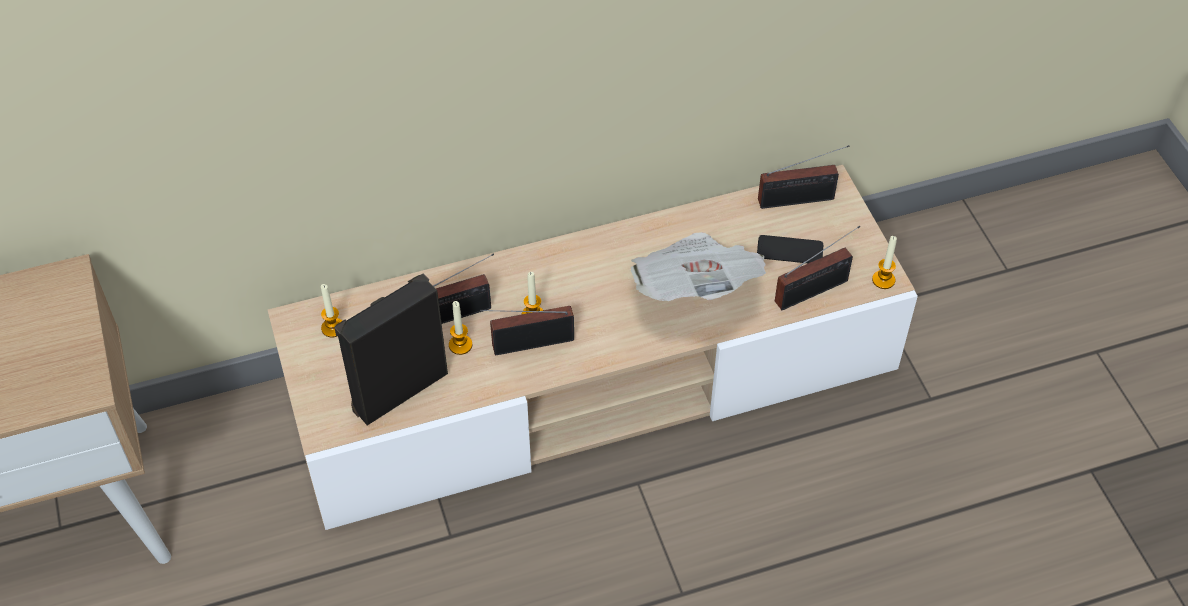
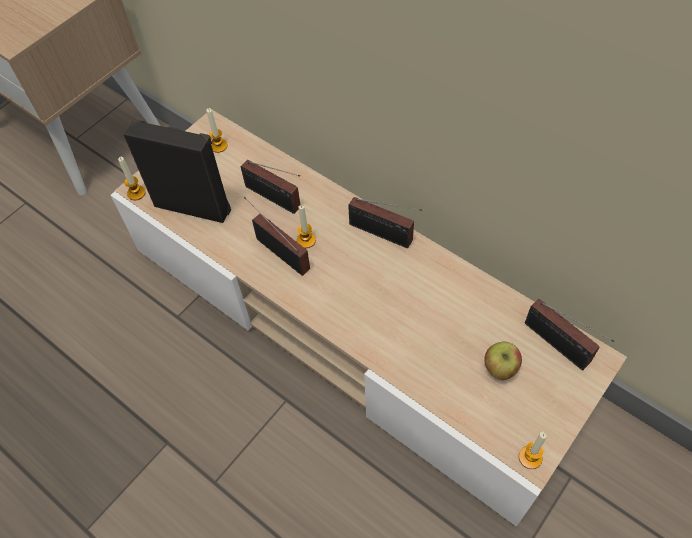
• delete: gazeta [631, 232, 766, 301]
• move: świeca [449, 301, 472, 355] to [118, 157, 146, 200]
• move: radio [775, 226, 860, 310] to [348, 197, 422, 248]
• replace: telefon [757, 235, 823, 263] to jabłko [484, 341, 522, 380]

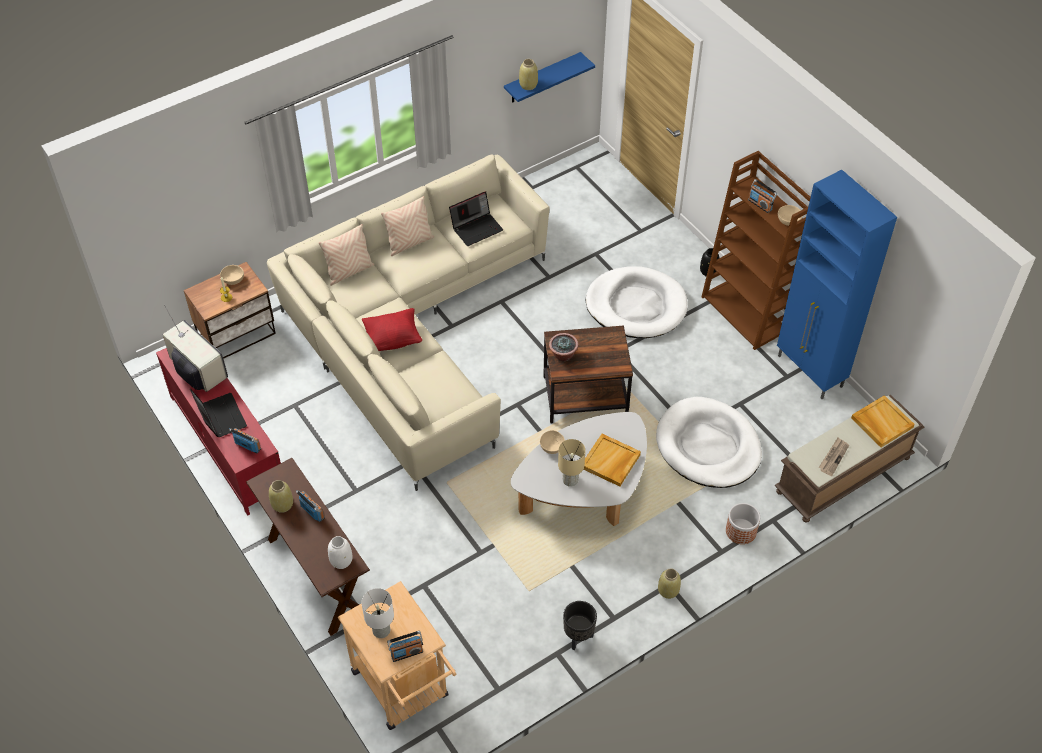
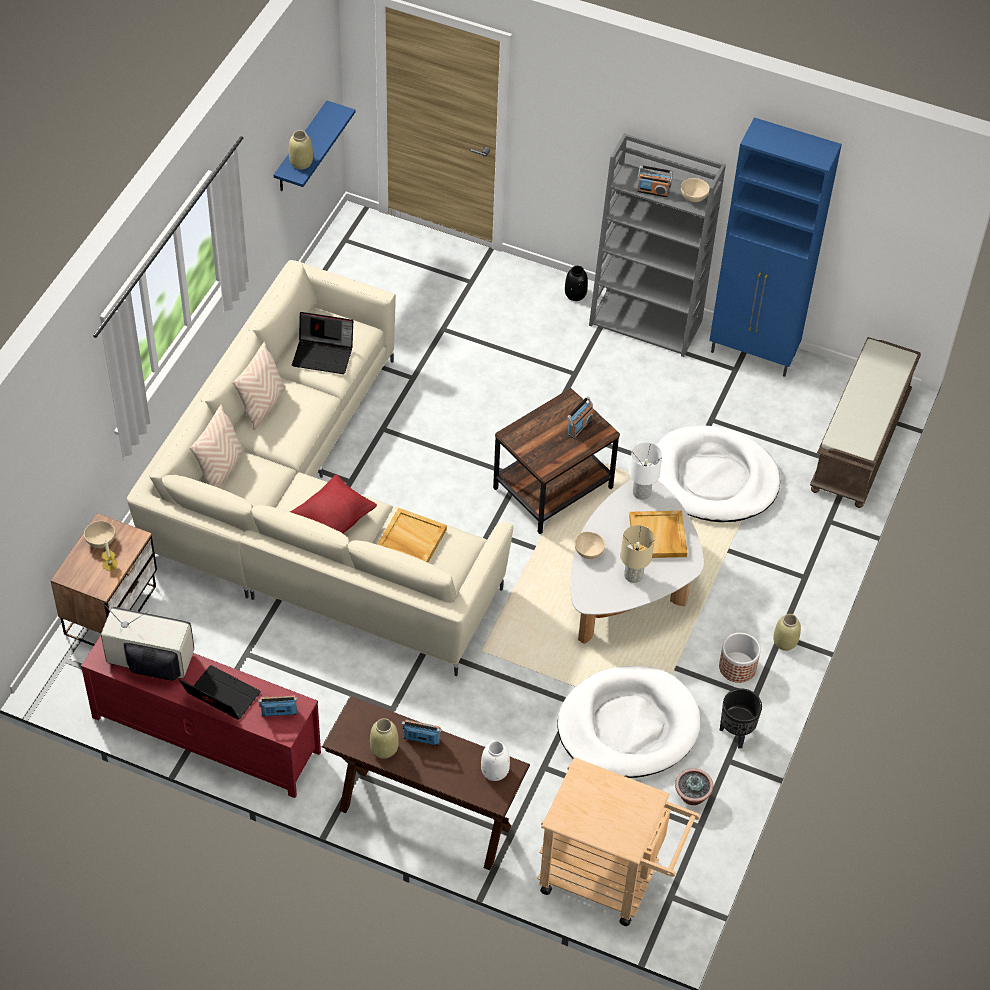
• delete: gazeta [819, 438, 849, 476]
• move: lampa stołowa/biały [361, 588, 394, 638] to [629, 442, 662, 500]
• move: radio [387, 631, 423, 662] to [567, 397, 594, 439]
• move: roślina doniczkowa [549, 333, 578, 361] to [675, 768, 713, 805]
• move: legowisko/biały [586, 266, 688, 338] to [557, 666, 700, 778]
• move: donica [726, 503, 760, 544] to [719, 633, 761, 683]
• move: taca/beżowy [851, 395, 915, 447] to [377, 508, 447, 562]
• recolor: regał/brązowy [702, 150, 811, 350] to regał/szary [589, 133, 726, 357]
• rotate: laptop [449, 191, 503, 246] = [292, 312, 353, 374] 75 degrees clockwise

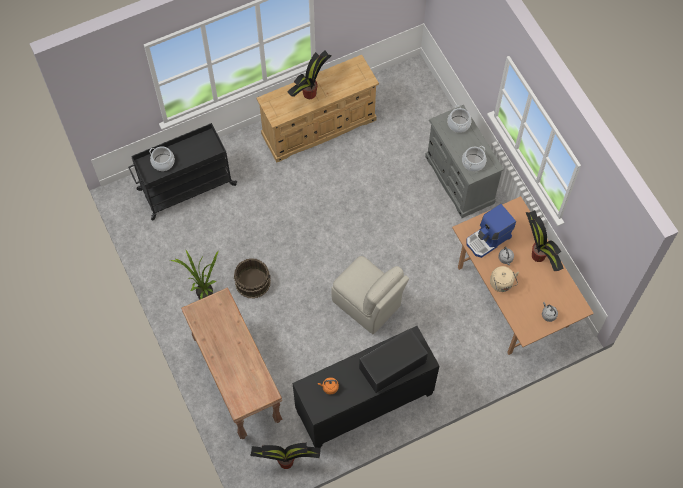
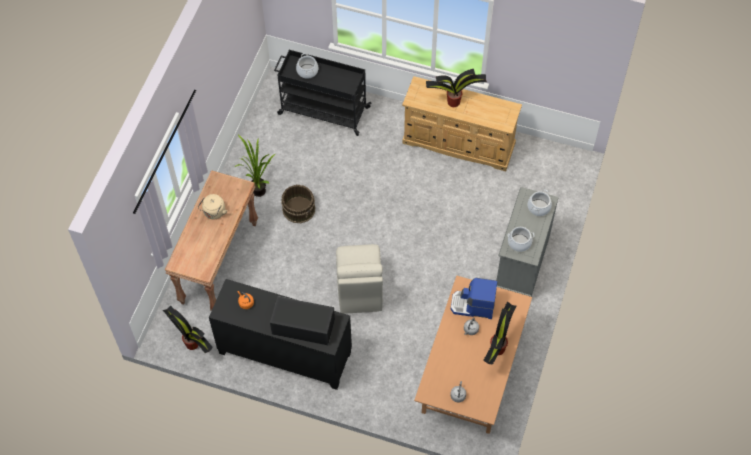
• move: czajnik/beżowy [490, 266, 519, 292] to [198, 194, 227, 219]

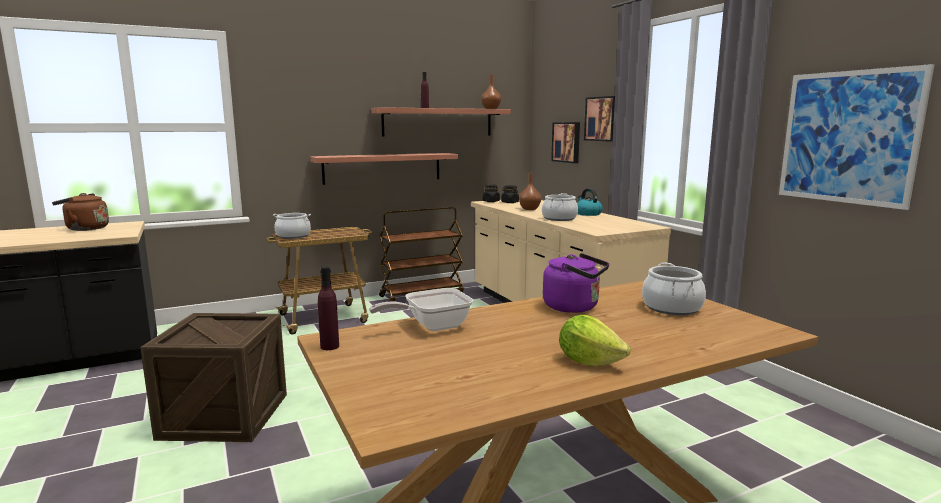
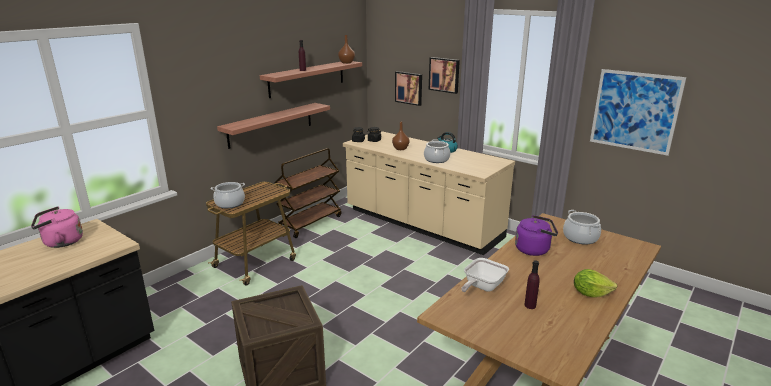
• move: butelka/fioletowy [318, 266, 339, 350] to [524, 260, 540, 309]
• recolor: czajnik/brązowy [52, 193, 109, 231] to czajnik/różowy [31, 206, 83, 248]

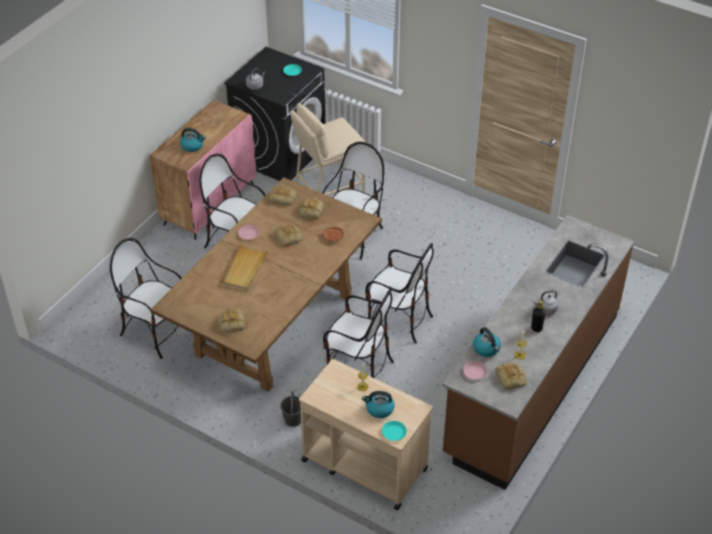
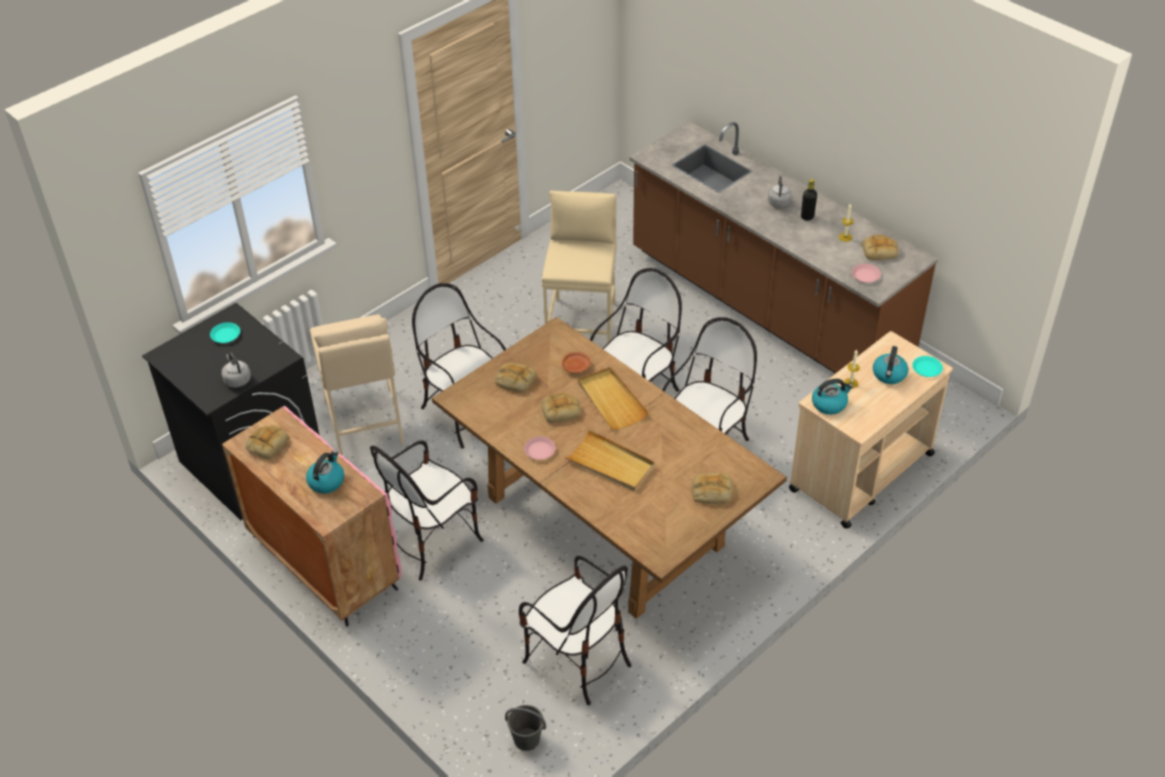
• insert: stołek/beżowy [542, 191, 617, 344]
• insert: taca/beżowy [578, 367, 649, 430]
• move: chleb [269, 185, 296, 205] to [245, 425, 289, 460]
• move: wiadro/szary [280, 391, 301, 427] to [505, 705, 546, 751]
• move: czajnik [473, 327, 501, 357] to [812, 379, 853, 415]
• rotate: krzesło [110, 238, 182, 359] = [519, 556, 632, 705] 90 degrees counterclockwise

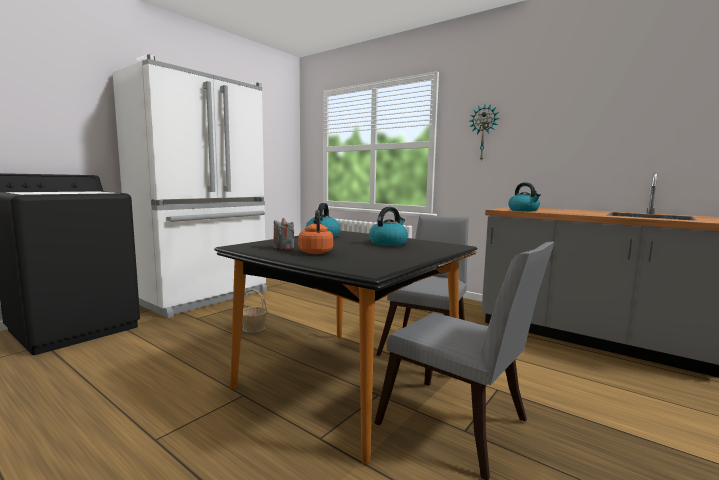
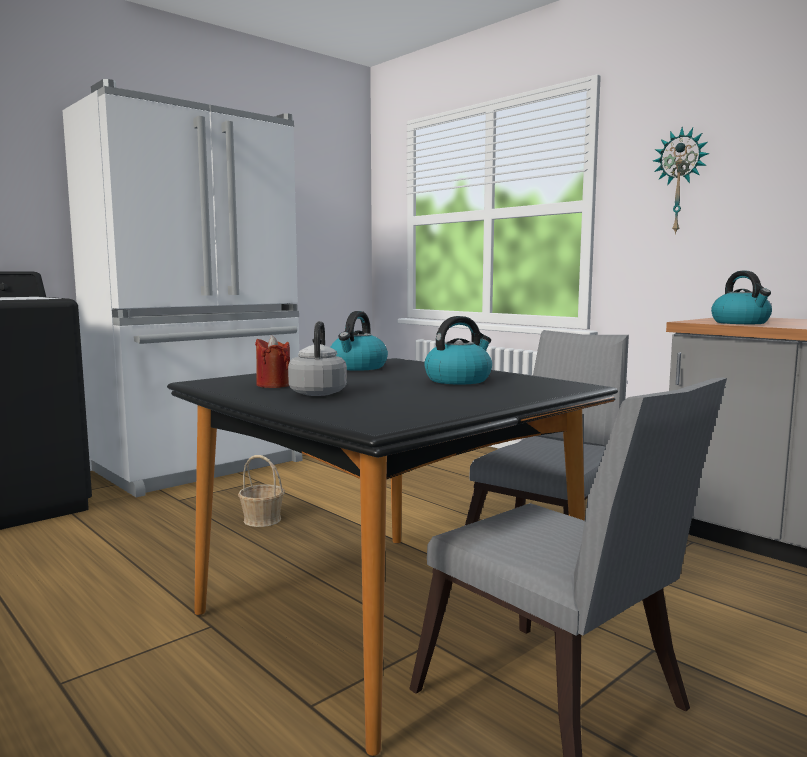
• recolor: świeca/szary [273, 218, 294, 250] to świeca/czerwony [255, 335, 290, 388]
• recolor: czajnik/pomarańczowy [298, 210, 333, 254] to czajnik/szary [288, 321, 347, 396]

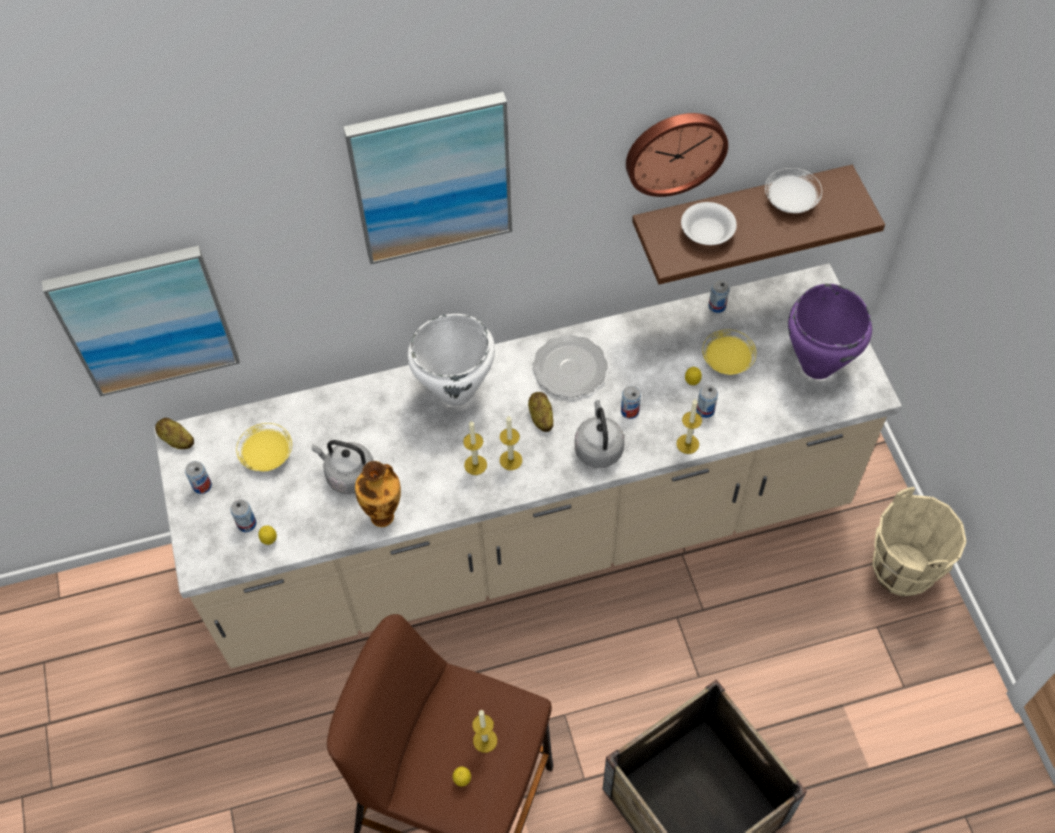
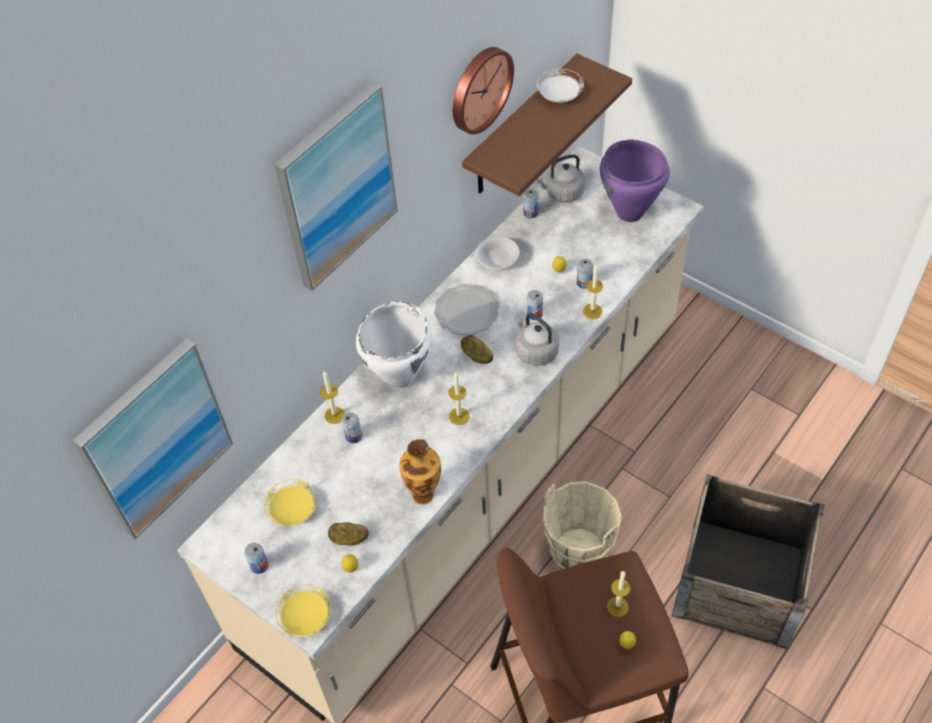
• move: ziemniak [155, 418, 194, 449] to [328, 522, 369, 546]
• move: puszka [230, 499, 256, 532] to [342, 412, 362, 443]
• move: czajnik/szary [312, 440, 373, 494] to [536, 154, 585, 202]
• move: świeca [500, 416, 522, 470] to [320, 371, 345, 424]
• move: miska/biały [681, 202, 737, 245] to [476, 236, 520, 269]
• move: talerz/żółty [702, 329, 756, 375] to [275, 584, 332, 637]
• move: wiadro/beżowy [872, 487, 967, 597] to [543, 481, 622, 569]

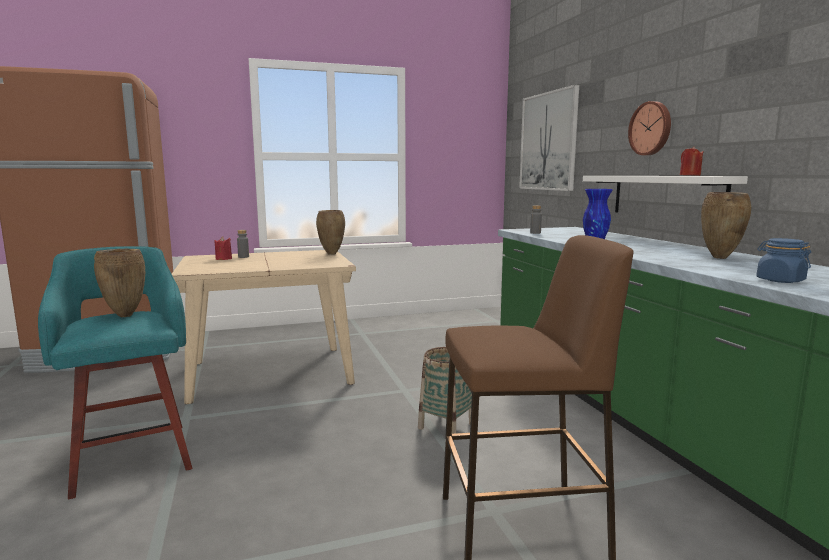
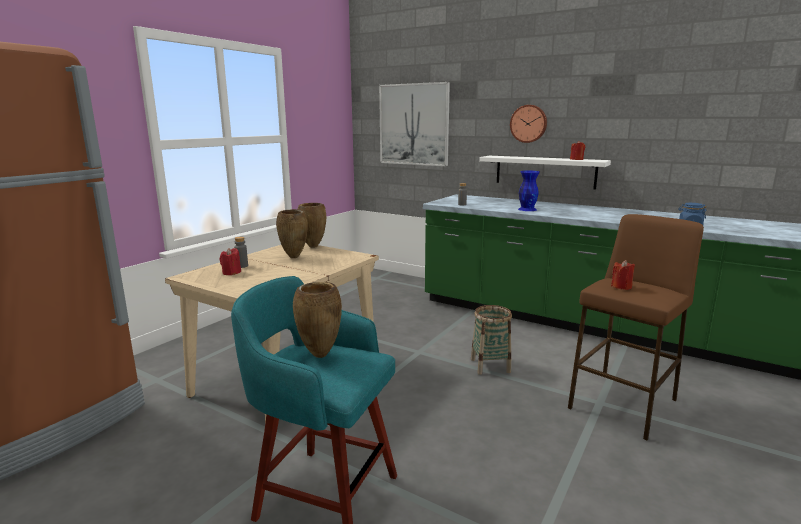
• insert: świeca/czerwony [611, 260, 635, 290]
• move: wazon/brązowy [701, 192, 751, 259] to [276, 209, 308, 258]

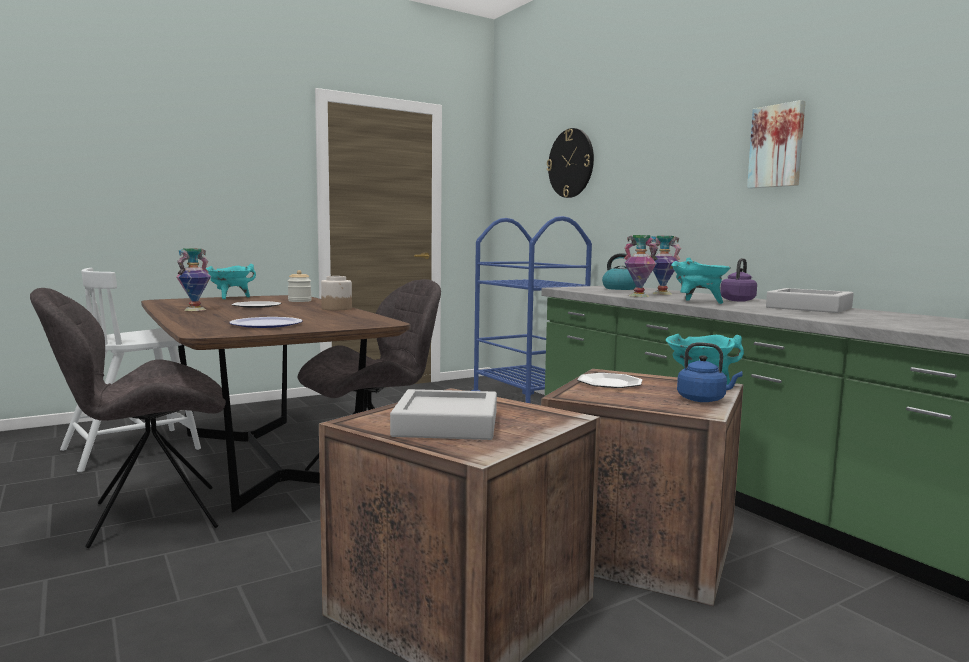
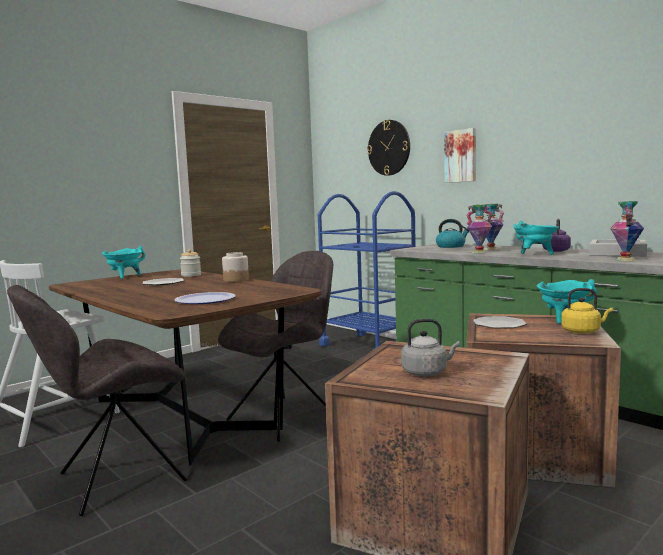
• move: wazon [177, 248, 211, 311] to [610, 201, 644, 261]
• move: obraz [747, 100, 805, 188] to [444, 128, 476, 183]
• replace: taca/szary [390, 389, 497, 440] to czajnik/szary [401, 319, 460, 376]
• recolor: czajnik/niebieski [677, 342, 743, 402] to czajnik/żółty [561, 288, 613, 334]

